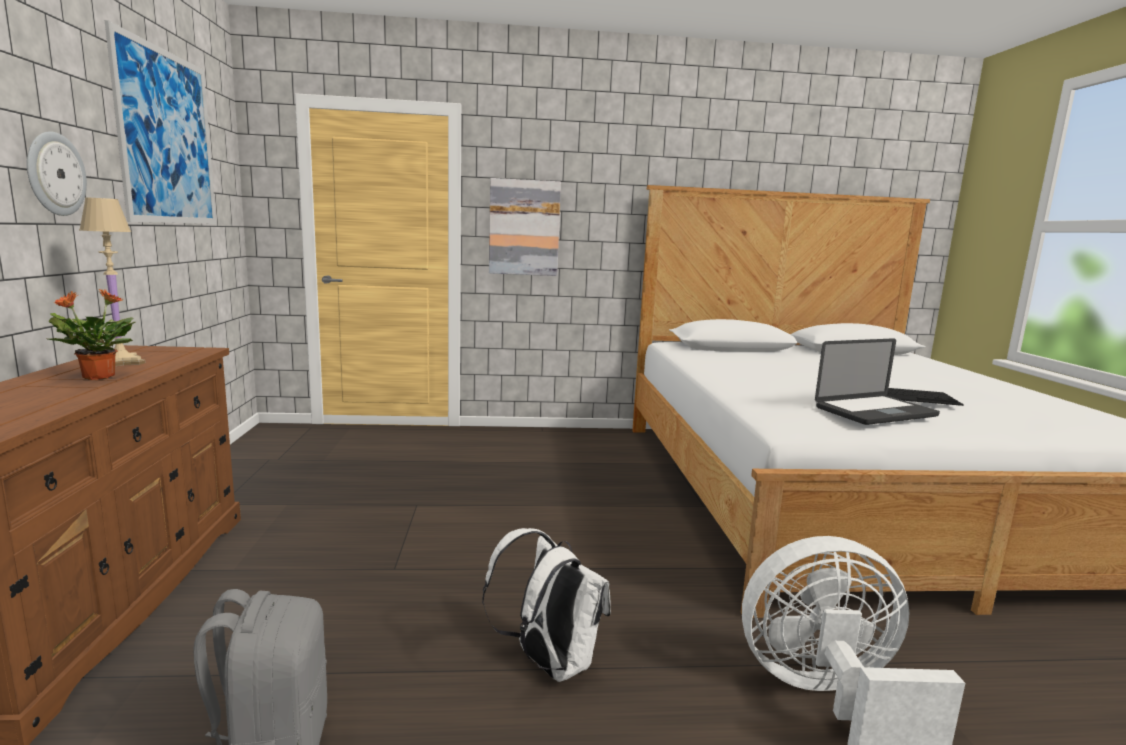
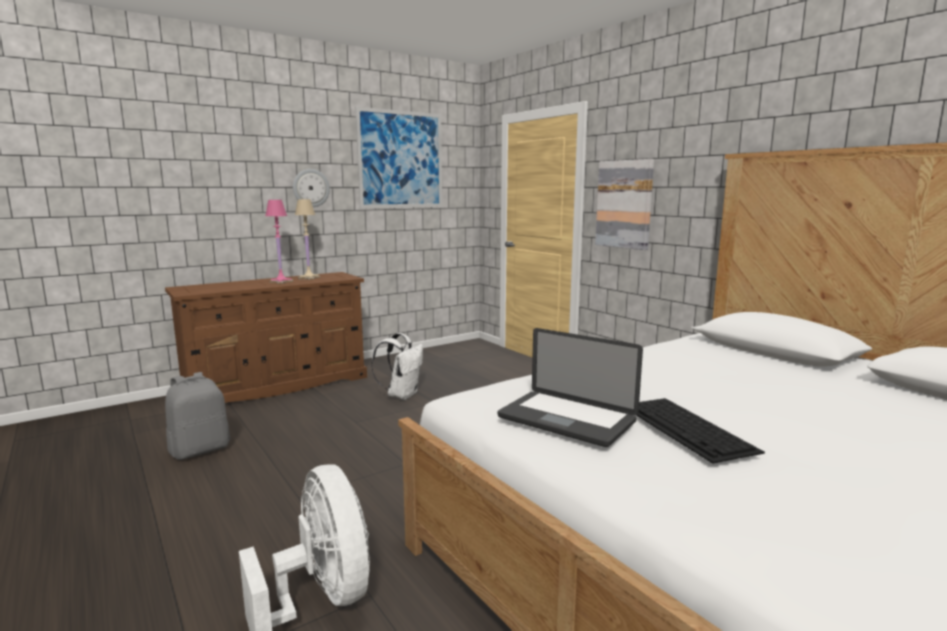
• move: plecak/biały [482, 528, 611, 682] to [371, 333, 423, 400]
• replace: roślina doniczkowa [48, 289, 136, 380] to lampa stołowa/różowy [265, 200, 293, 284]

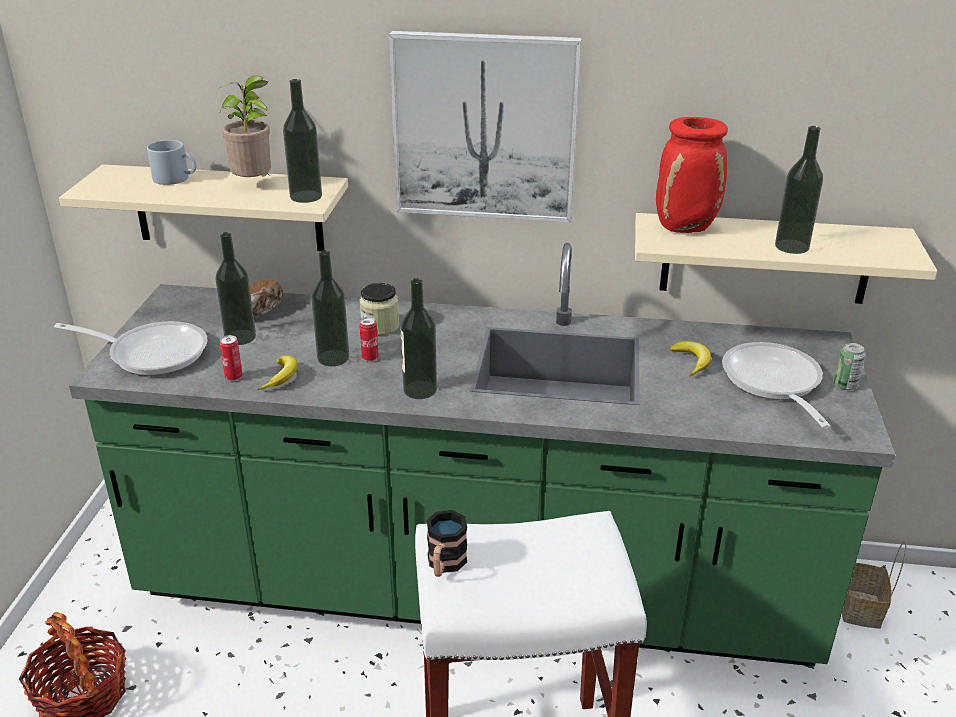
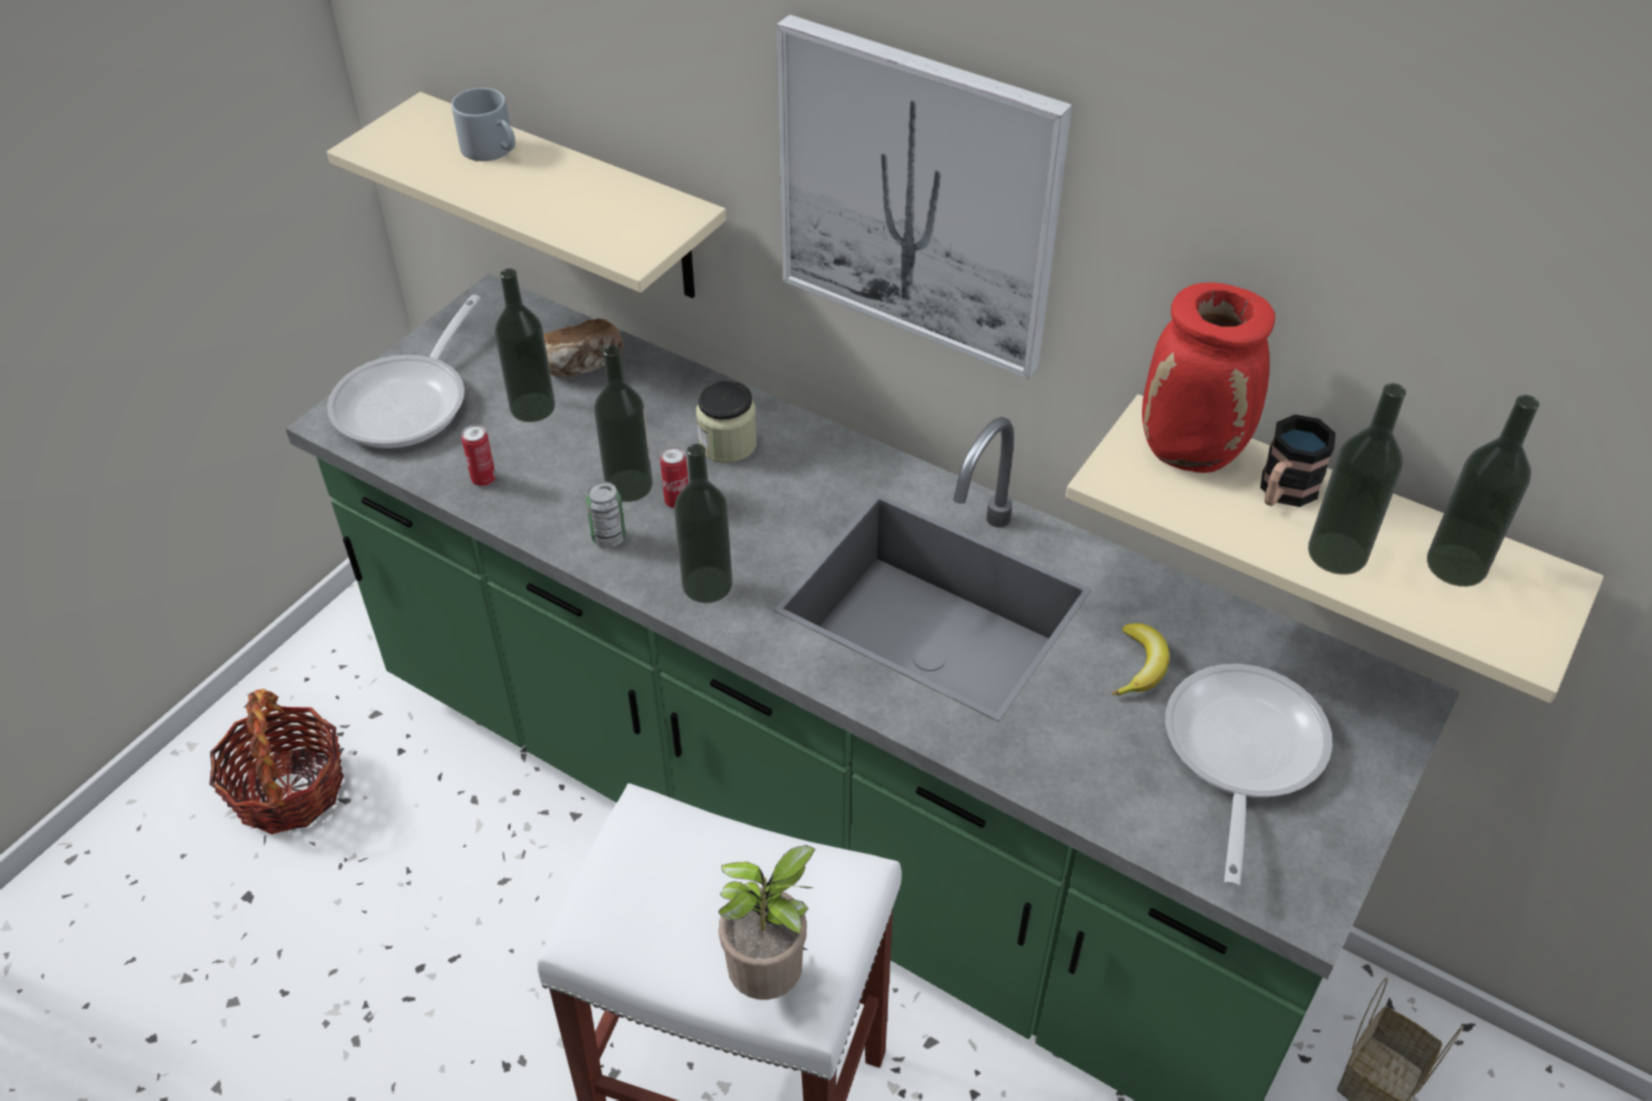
• delete: banan [258, 355, 298, 390]
• move: roślina doniczkowa [219, 76, 271, 177] to [718, 845, 816, 1000]
• move: butelka [283, 79, 322, 203] to [1427, 395, 1539, 587]
• move: kubek [426, 510, 467, 577] to [1260, 414, 1336, 507]
• move: puszka [834, 343, 865, 390] to [585, 482, 626, 548]
• rotate: patelnia [54, 321, 208, 376] = [327, 295, 481, 449] 75 degrees clockwise

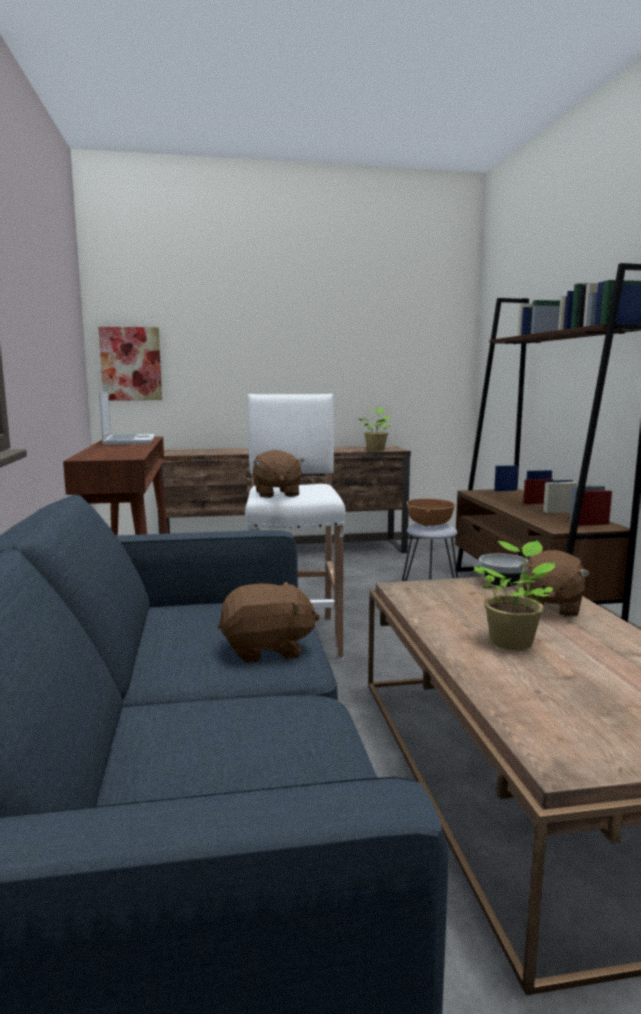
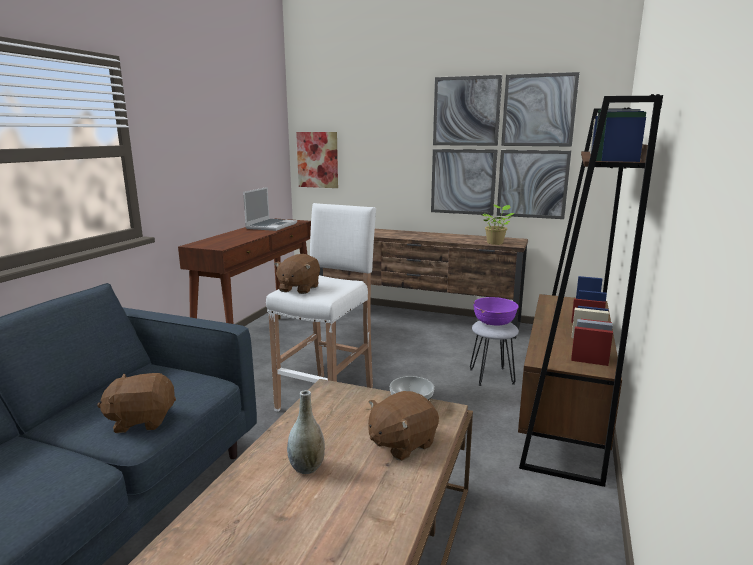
• insert: obraz [431, 72, 580, 219]
• replace: roślina doniczkowa [472, 541, 555, 650] to wazon/szary [287, 390, 325, 474]
• recolor: miska/brązowy [406, 499, 455, 527] to miska/fioletowy [473, 297, 519, 325]
• rotate: pluszak/brązowy [218, 582, 320, 663] = [97, 373, 176, 433] 150 degrees clockwise

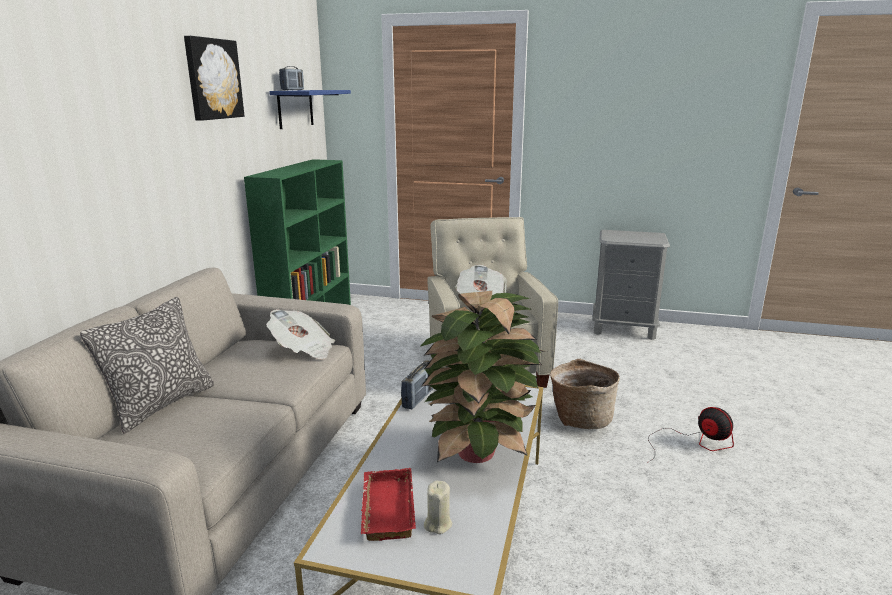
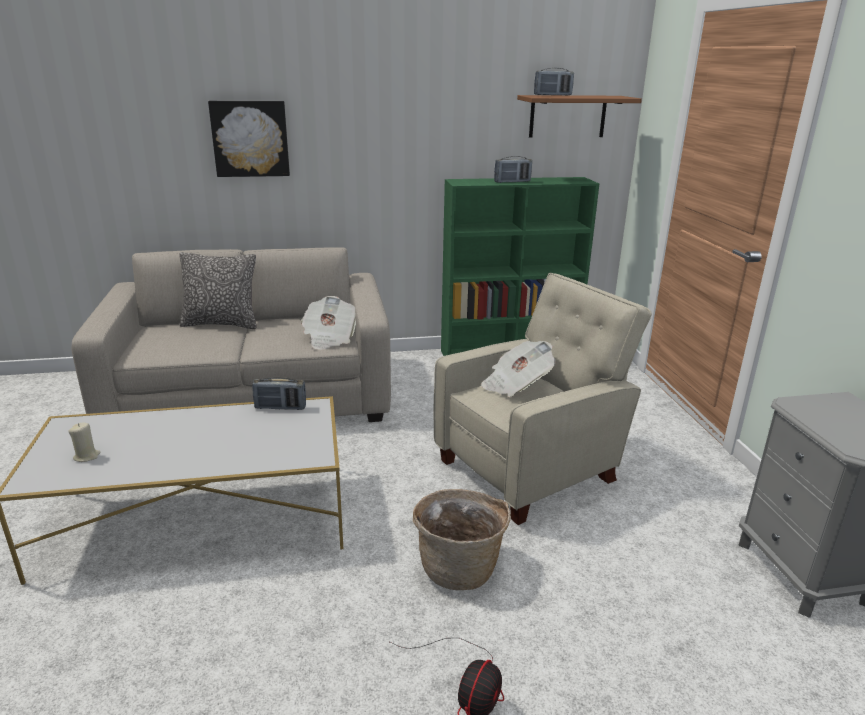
• delete: taca/czerwony [361, 468, 416, 541]
• delete: roślina doniczkowa [420, 291, 547, 463]
• insert: radio [494, 156, 532, 183]
• move: obraz [184, 36, 245, 121] to [208, 100, 290, 177]
• recolor: półka/niebieski [269, 90, 351, 129] to półka/brązowy [517, 95, 642, 138]

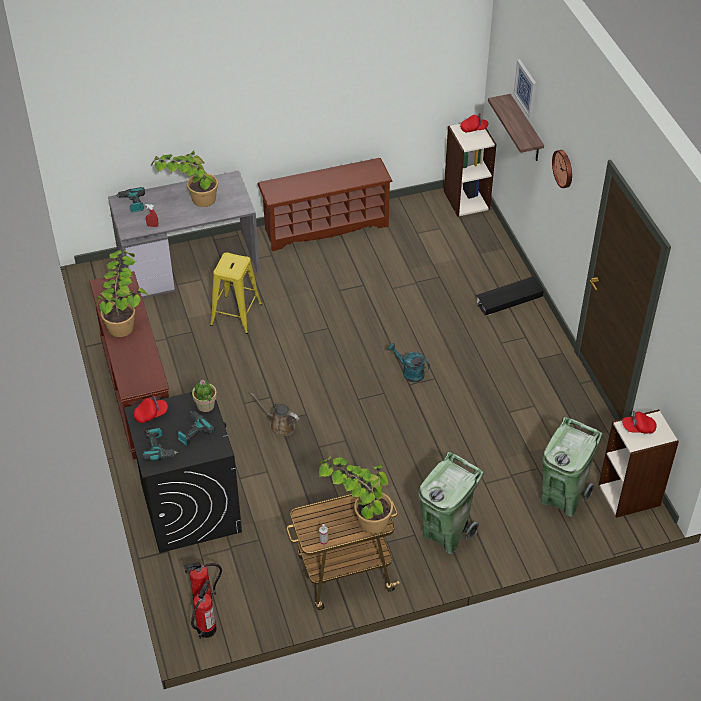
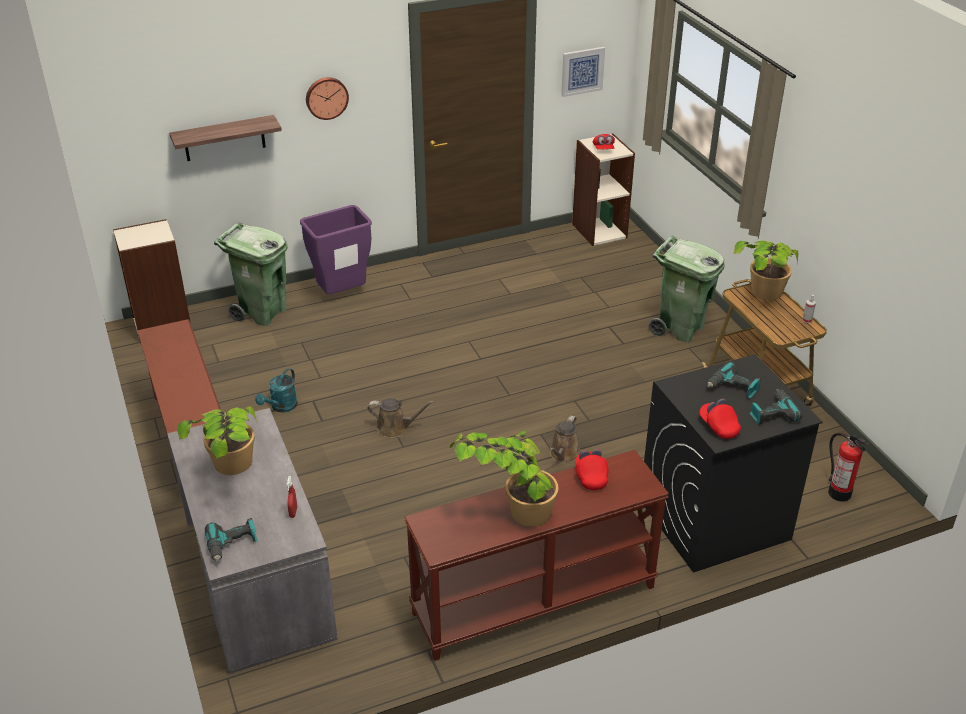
• delete: gaśnica [191, 580, 216, 639]
• delete: roślina doniczkowa [192, 380, 217, 412]
• delete: stołek/żółty [210, 252, 262, 334]
• insert: konewka/brązowy [367, 398, 434, 438]
• move: konewka/turkusowy [388, 343, 430, 382] to [255, 368, 298, 412]
• move: czapka z daszkiem/czerwony [460, 113, 488, 133] to [575, 449, 608, 490]
• move: obraz [514, 59, 536, 118] to [561, 47, 605, 97]
• move: kosz na śmieci/zielony [541, 417, 602, 517] to [214, 222, 287, 326]
• replace: pojemnik do przechowywania/czarny [476, 276, 544, 316] to kosz na śmieci/fioletowy [300, 205, 372, 295]

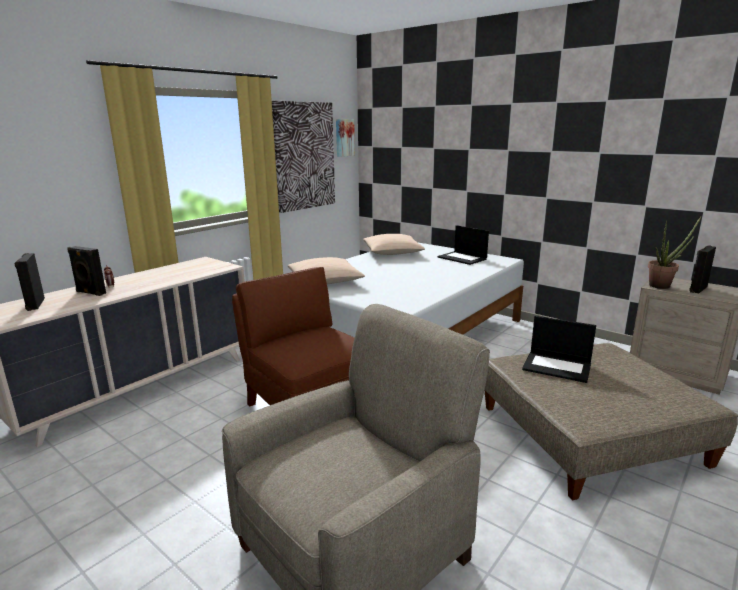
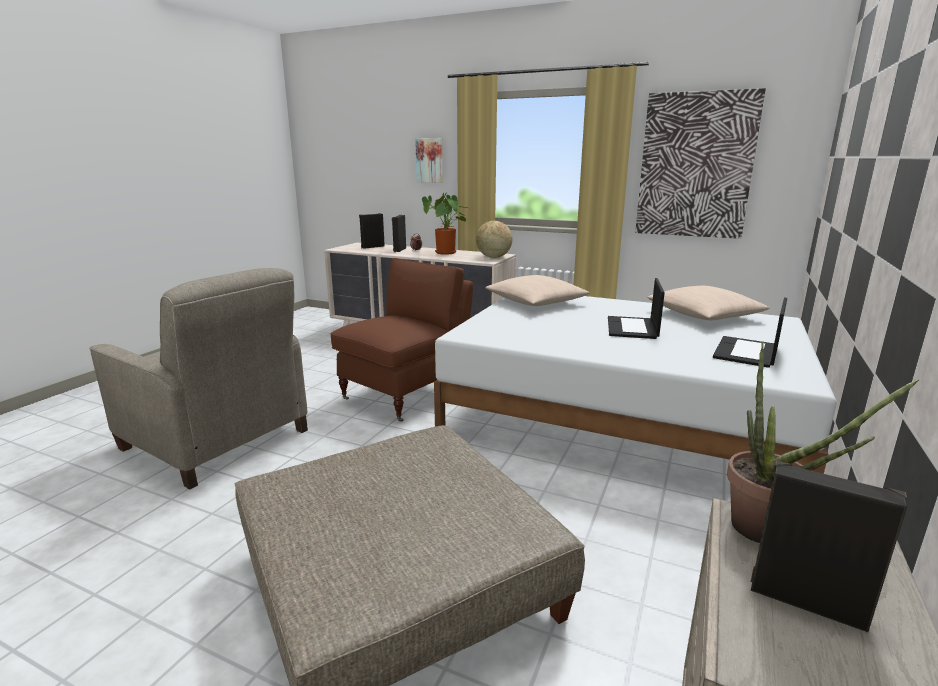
• insert: roślina doniczkowa [422, 192, 468, 255]
• insert: globus [476, 221, 512, 258]
• move: obraz [336, 119, 355, 157] to [415, 138, 443, 183]
• move: laptop [522, 316, 596, 383] to [608, 278, 665, 339]

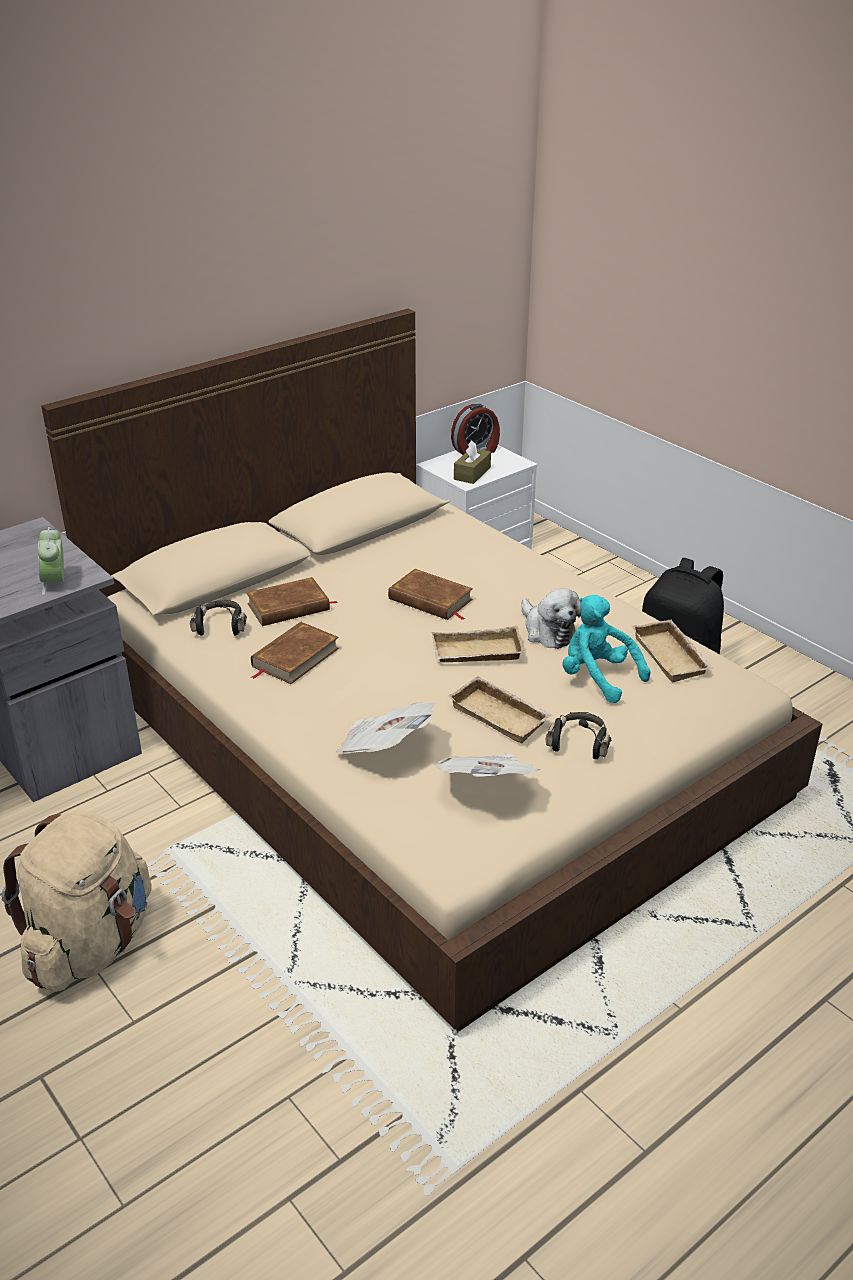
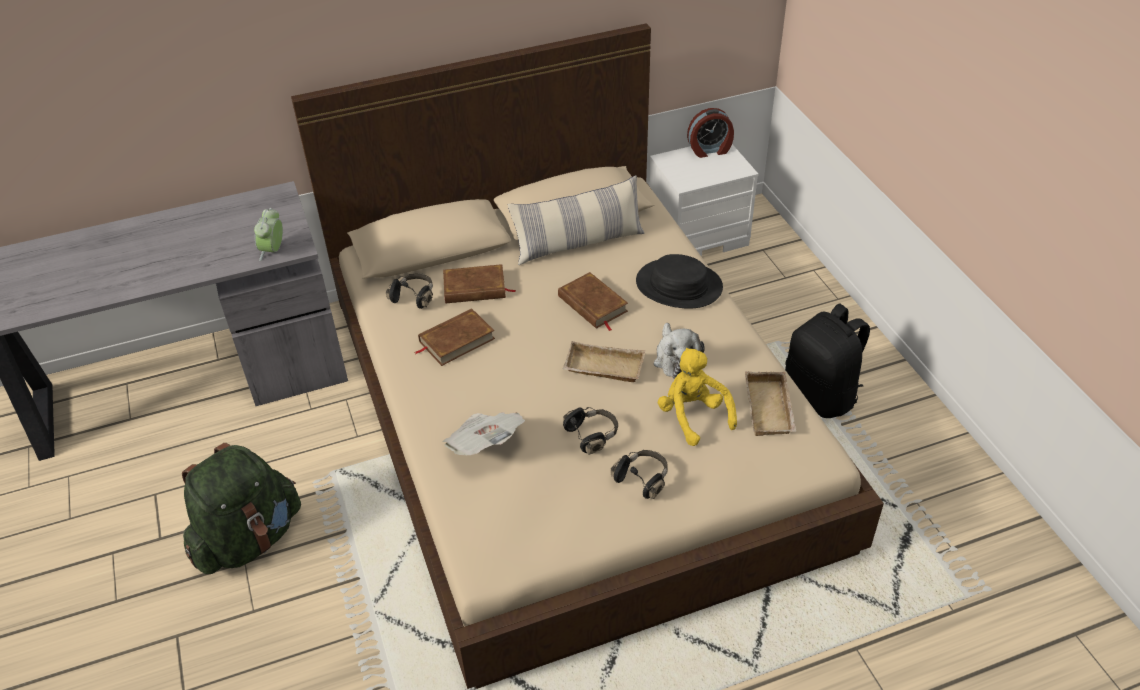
• delete: gazeta [435, 753, 541, 777]
• delete: pudełko chusteczek/brązowy [454, 441, 491, 484]
• insert: poduszka [508, 175, 644, 265]
• insert: kapelusz/czarny [636, 254, 723, 308]
• replace: taca/beżowy [448, 676, 552, 743] to słuchawki/czarny [563, 407, 618, 455]
• recolor: plecak/beżowy [1, 811, 152, 992] to plecak/zielony [182, 443, 301, 574]
• recolor: pluszak/turkusowy [562, 595, 651, 703] to pluszak/żółty [658, 348, 737, 446]

